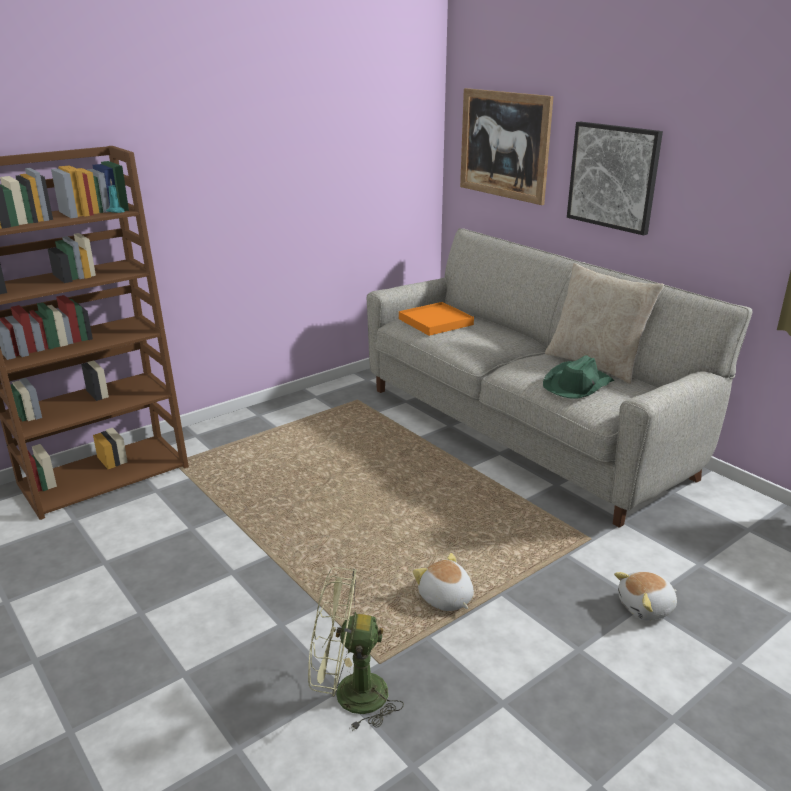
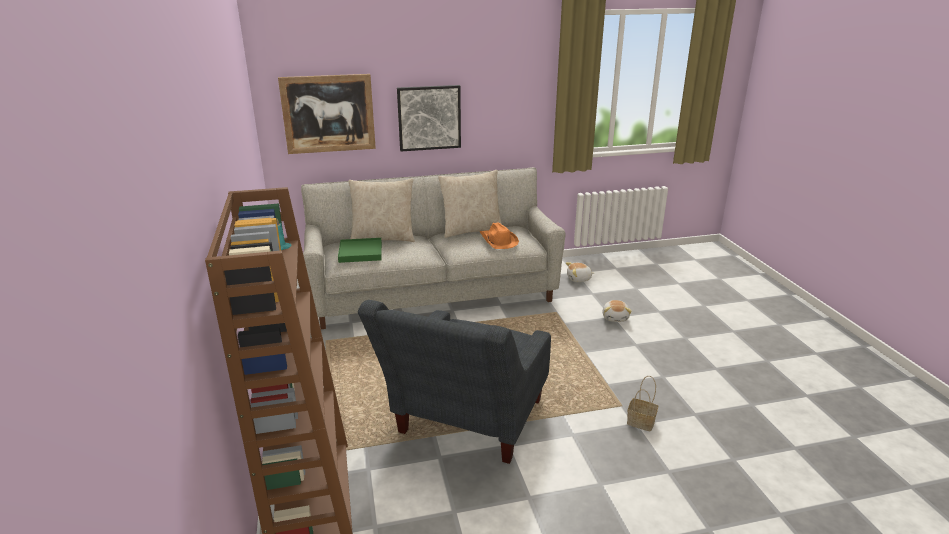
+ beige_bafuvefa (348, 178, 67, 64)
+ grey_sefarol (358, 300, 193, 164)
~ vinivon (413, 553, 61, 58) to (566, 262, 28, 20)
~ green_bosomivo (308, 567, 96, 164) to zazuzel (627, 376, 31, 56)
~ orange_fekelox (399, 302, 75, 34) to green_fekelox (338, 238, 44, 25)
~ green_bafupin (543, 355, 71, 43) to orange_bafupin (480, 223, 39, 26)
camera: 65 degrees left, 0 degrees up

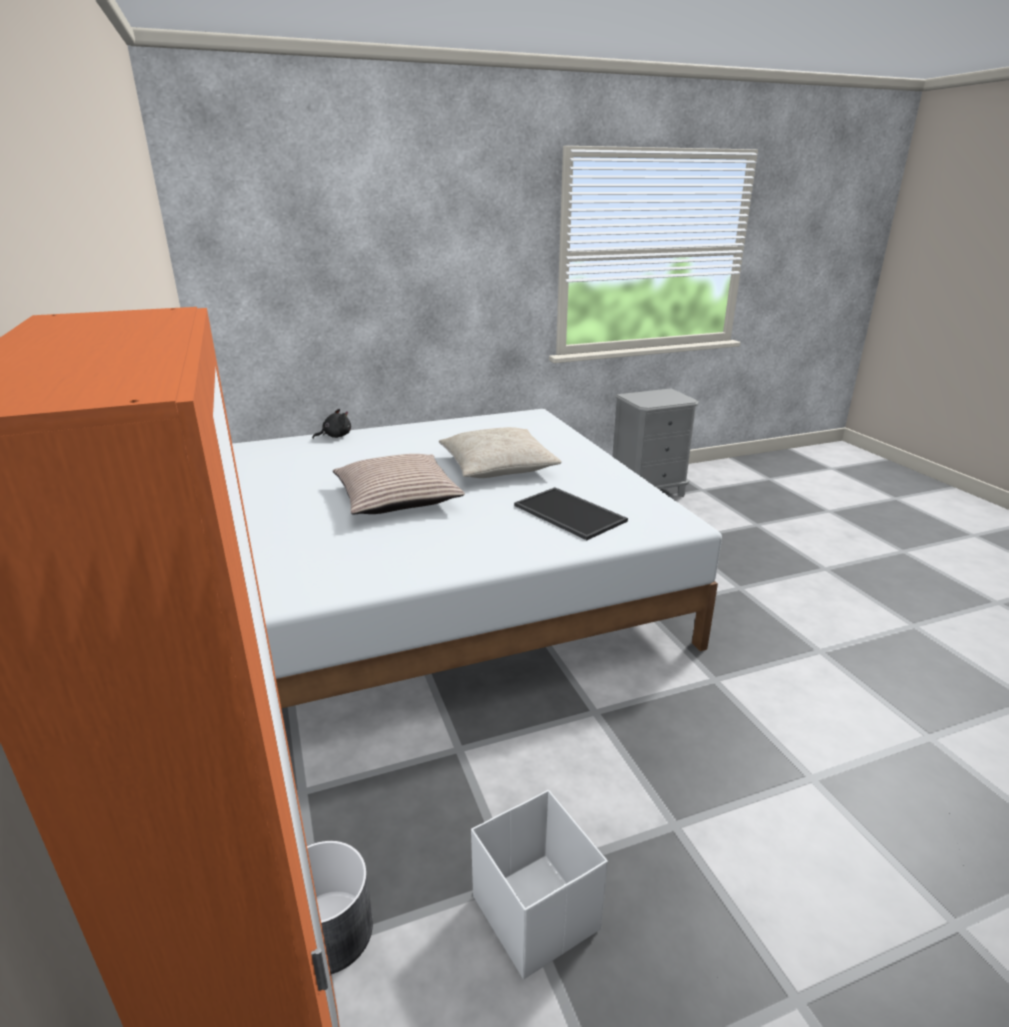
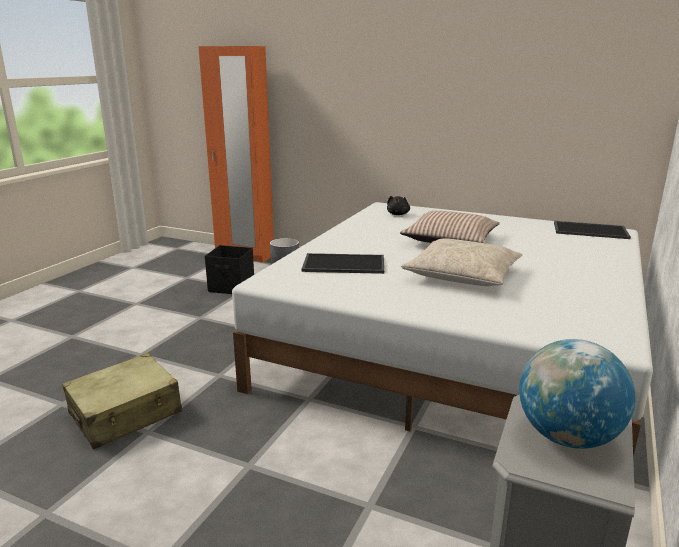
+ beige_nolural (62, 353, 120, 96)
+ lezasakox (519, 339, 116, 110)
+ fekelox (554, 221, 77, 18)
~ black_vinivon (312, 409, 39, 30) to (387, 196, 23, 19)
~ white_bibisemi (471, 790, 137, 189) to black_bibisemi (205, 245, 49, 49)
camera: 135 degrees right, 5 degrees down

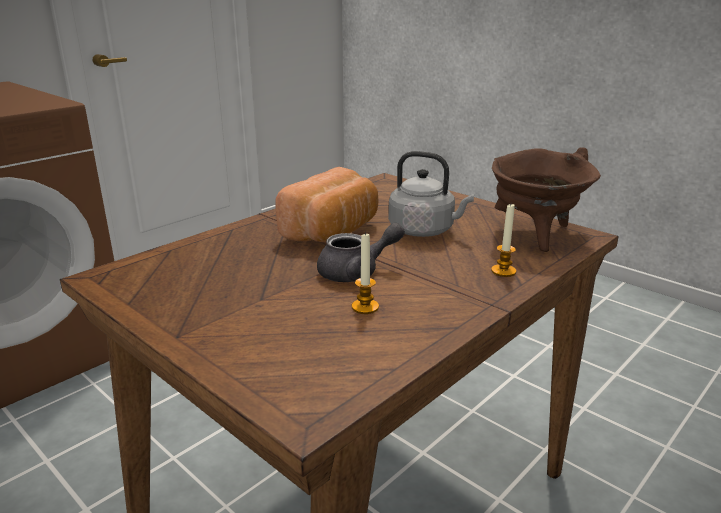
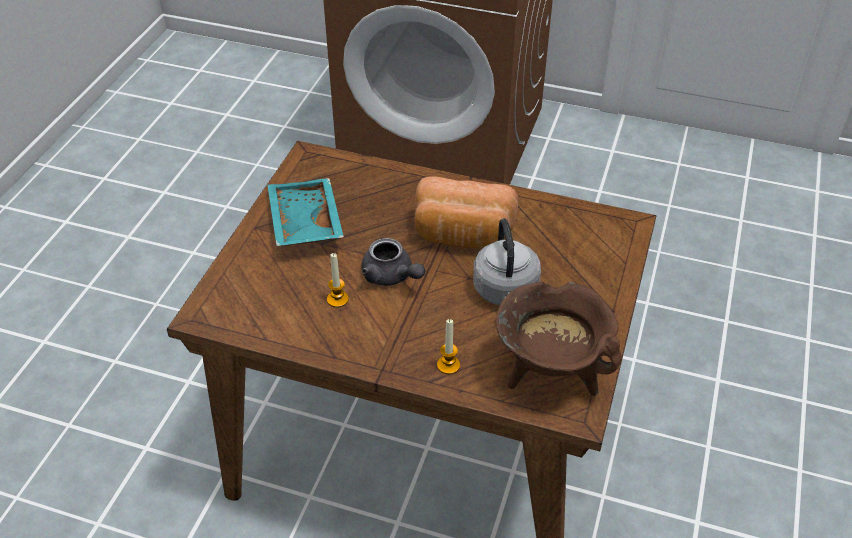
+ turquoise_fekelox (268, 178, 76, 68)
camera: 65 degrees right, 20 degrees up

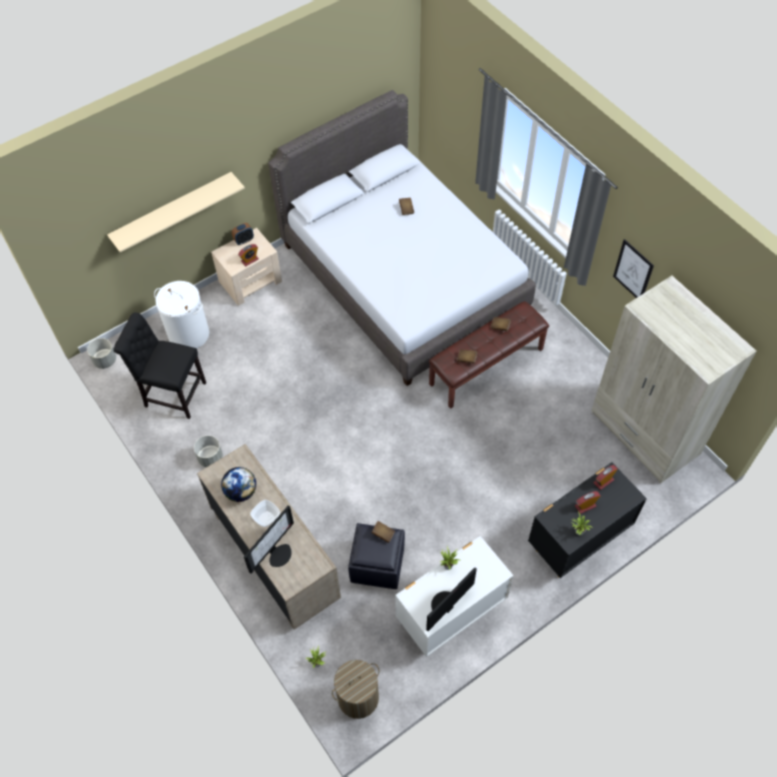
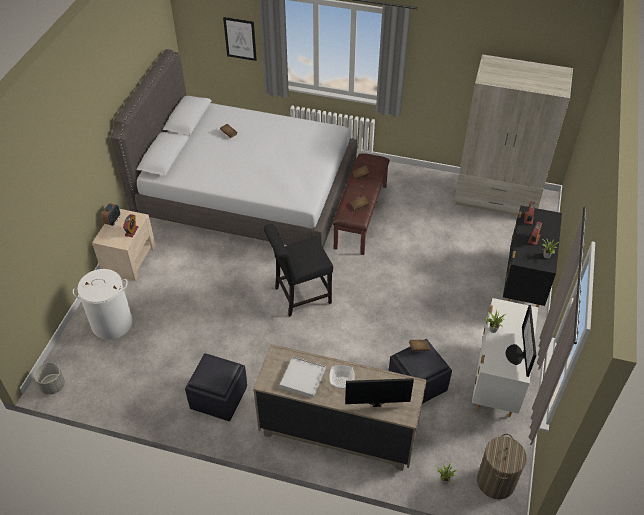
- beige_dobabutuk (107, 172, 138, 80)
~ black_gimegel (113, 312, 93, 107) to (264, 224, 69, 93)
~ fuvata (613, 239, 41, 59) to (223, 17, 34, 44)
~ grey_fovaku (194, 435, 29, 32) to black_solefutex (185, 353, 62, 68)
~ lezasakox (221, 467, 35, 35) to white_fekelox (280, 356, 46, 42)
~ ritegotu (244, 505, 50, 68) = (345, 378, 69, 29) 90 degrees counterclockwise
camera: 40 degrees left, 10 degrees down

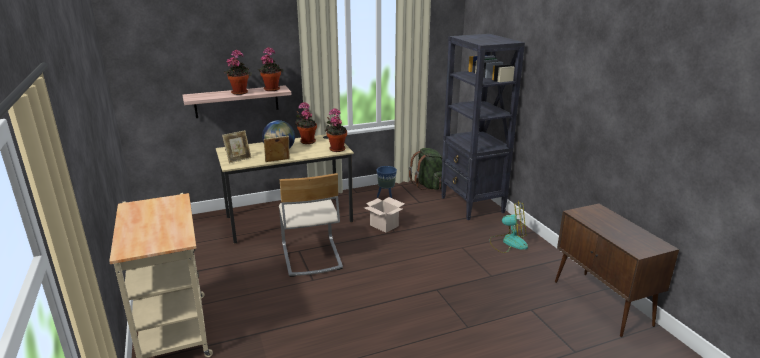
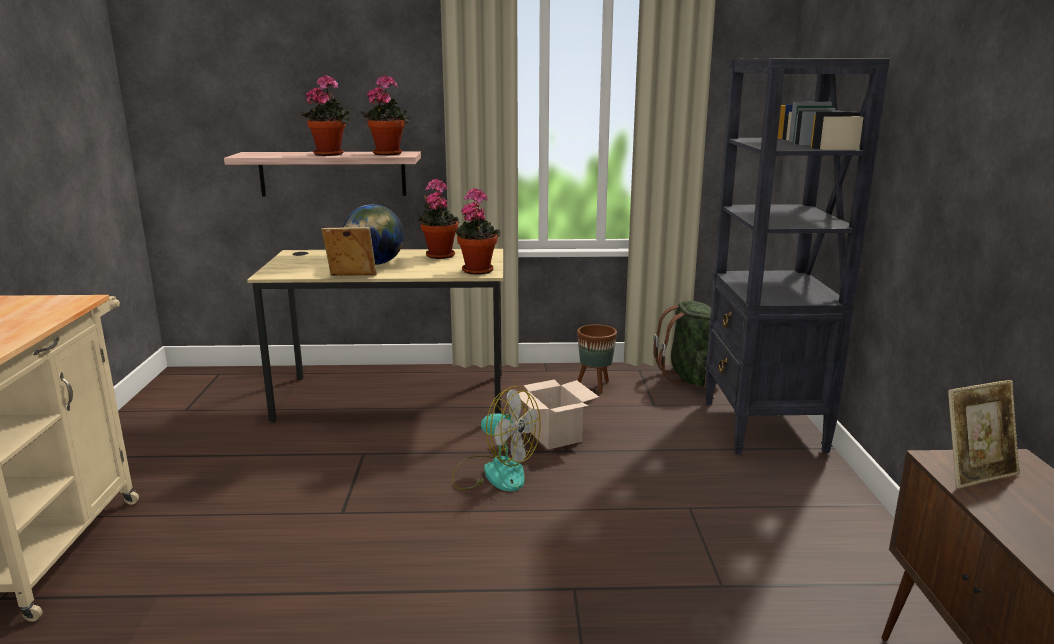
- beige_gimegel (279, 173, 64, 104)
~ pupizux (222, 130, 30, 34) to (948, 380, 72, 109)
~ bosomivo (490, 201, 38, 52) to (452, 386, 88, 106)
~ blue_fovaku (377, 166, 20, 32) to brown_fovaku (577, 324, 40, 70)
camera: 20 degrees right, 5 degrees down

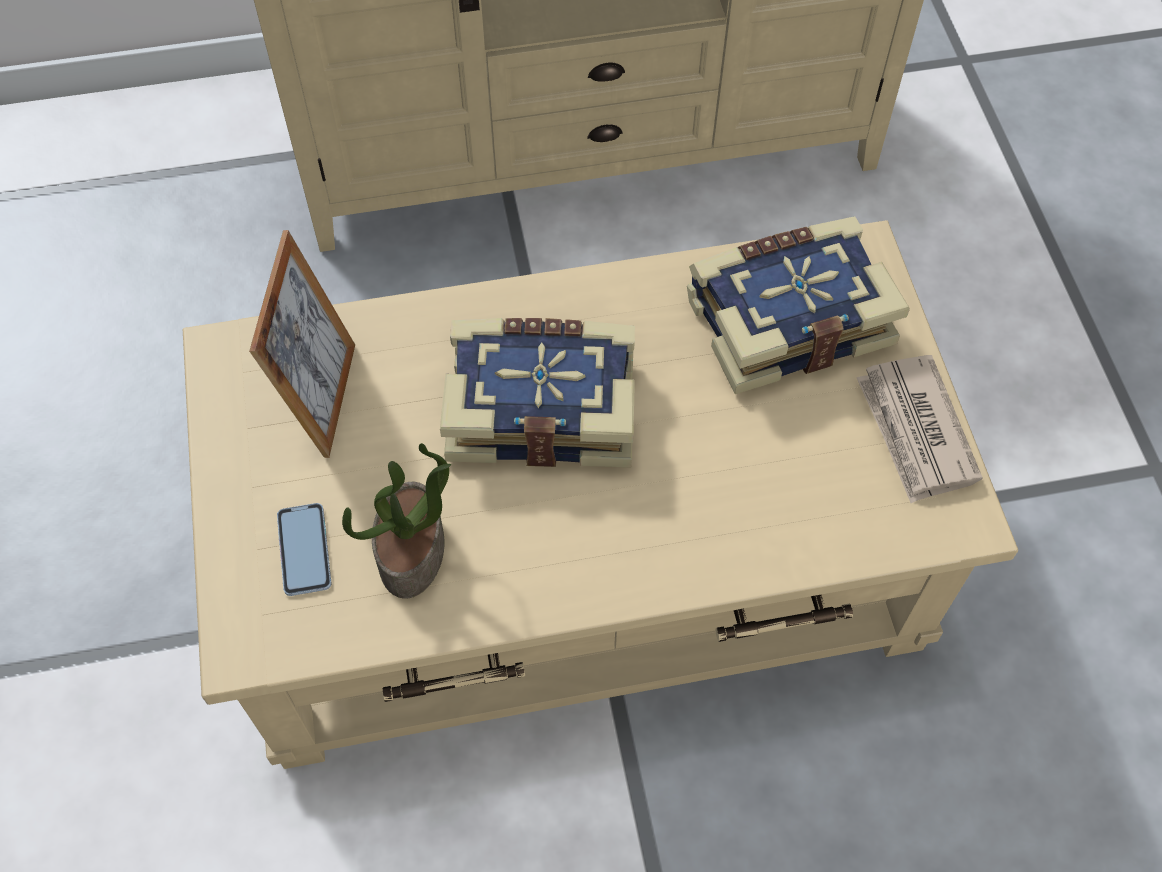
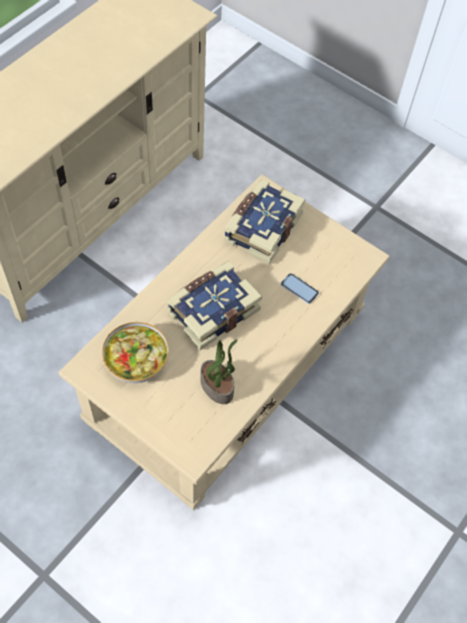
- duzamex (857, 355, 126, 148)
~ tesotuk (277, 503, 55, 93) to (281, 273, 38, 31)
~ pupizux (249, 230, 106, 228) to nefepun (102, 322, 67, 61)
camera: 45 degrees left, 0 degrees up

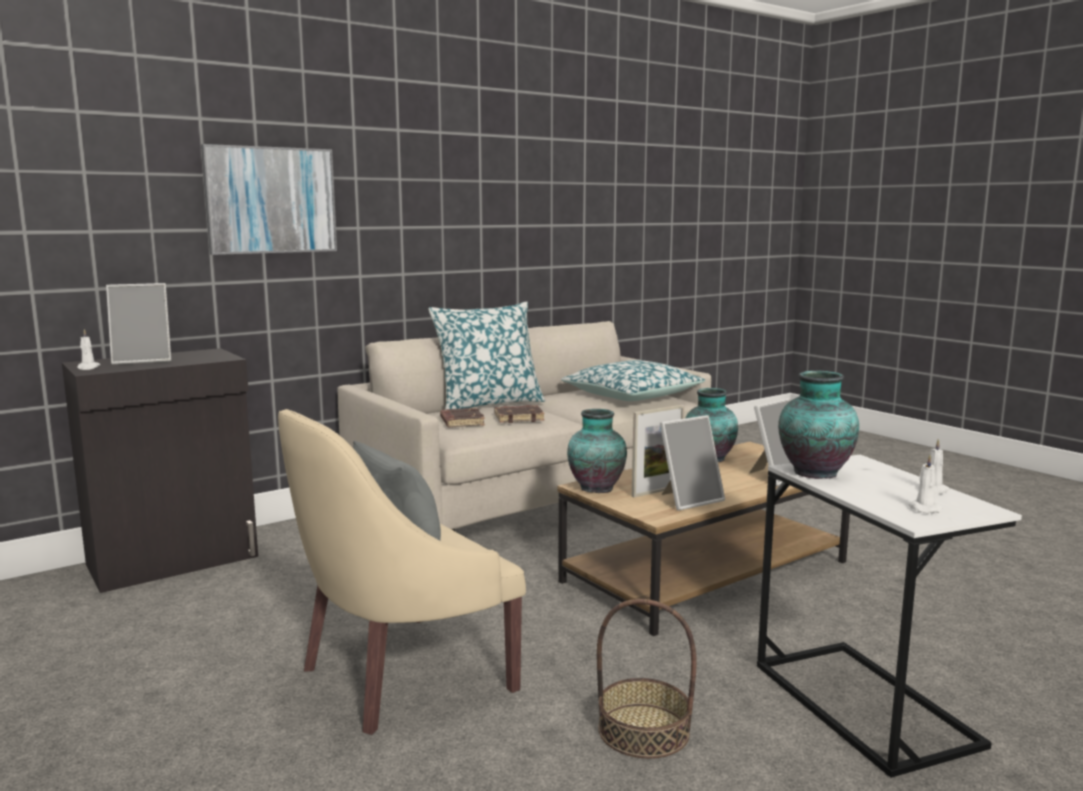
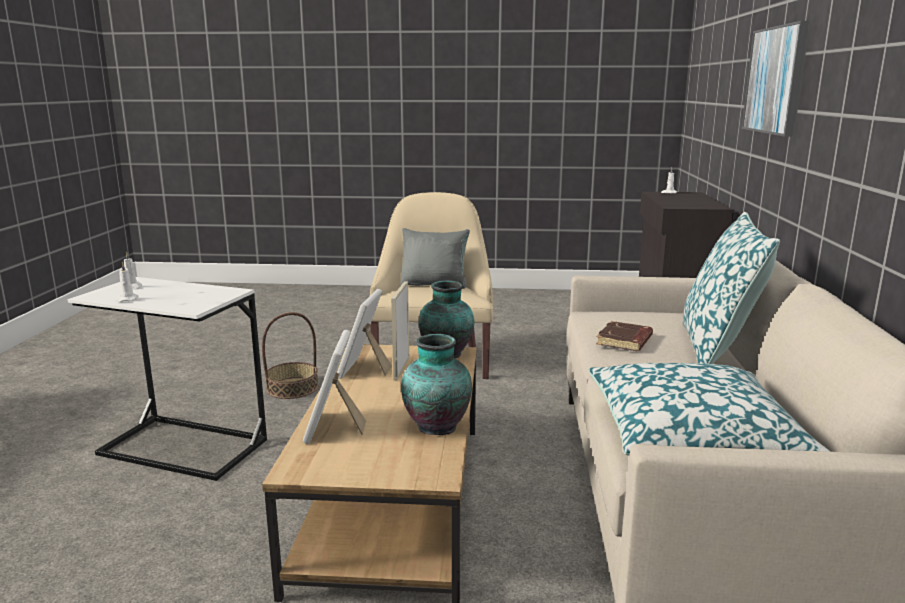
- pupizux (106, 283, 65, 82)
- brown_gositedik (440, 408, 45, 20)
- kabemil (778, 371, 81, 108)
camera: 130 degrees right, 5 degrees up

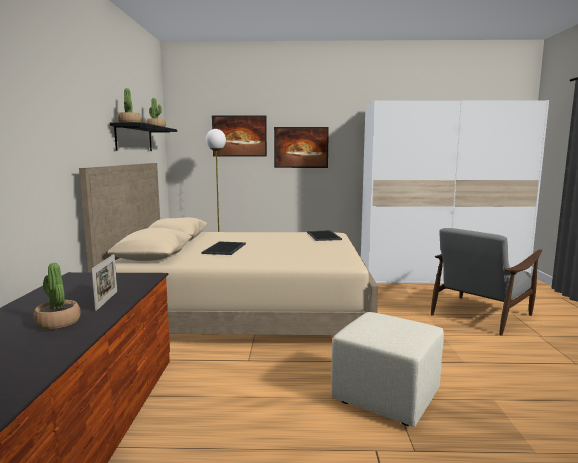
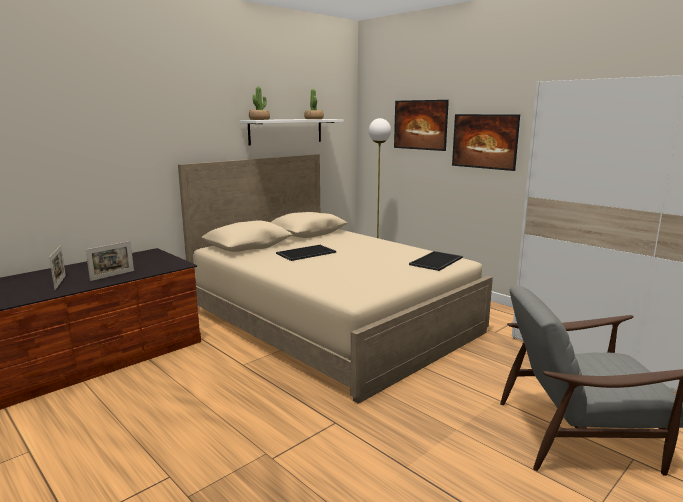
- beige_solefutex (331, 312, 113, 115)
~ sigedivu (33, 263, 48, 67) to pupizux (49, 245, 17, 45)
~ black_dobabutuk (110, 122, 67, 29) to white_dobabutuk (240, 119, 104, 27)
camera: 45 degrees right, 5 degrees up

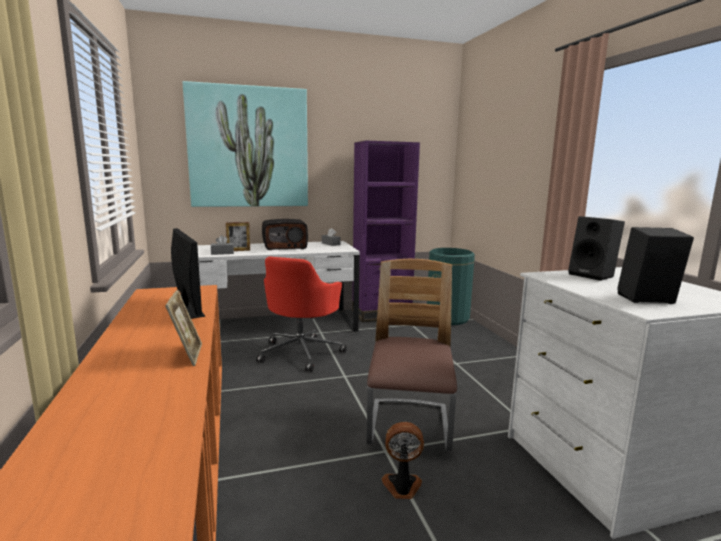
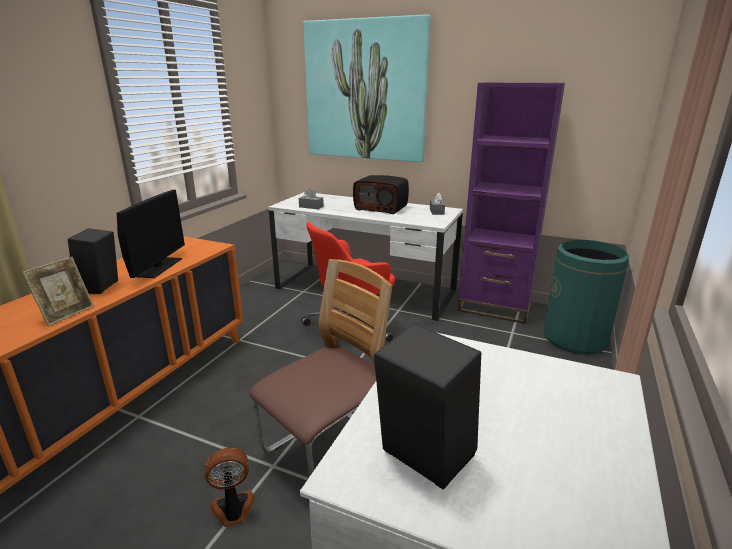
- pupizux (226, 222, 24, 29)
~ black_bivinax (568, 216, 57, 65) to (68, 228, 50, 66)
~ bosomivo (382, 422, 42, 77) = (205, 448, 50, 79) 60 degrees counterclockwise
camera: 40 degrees right, 10 degrees up

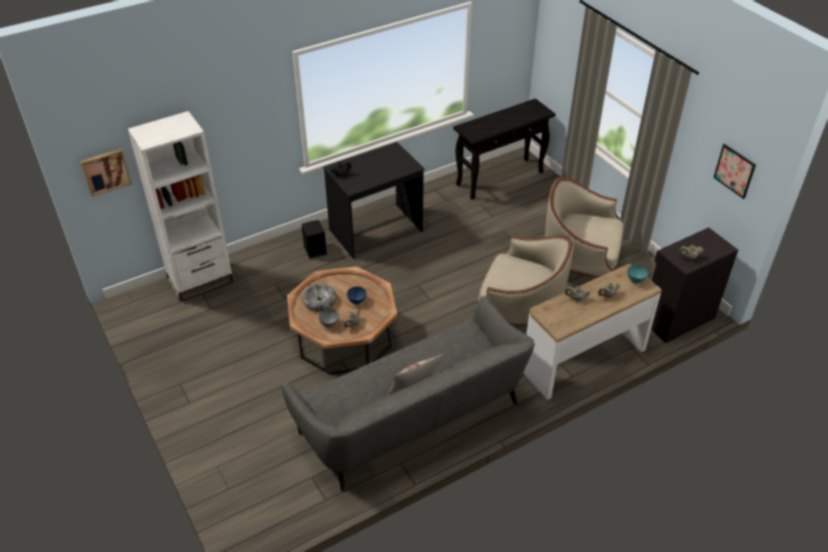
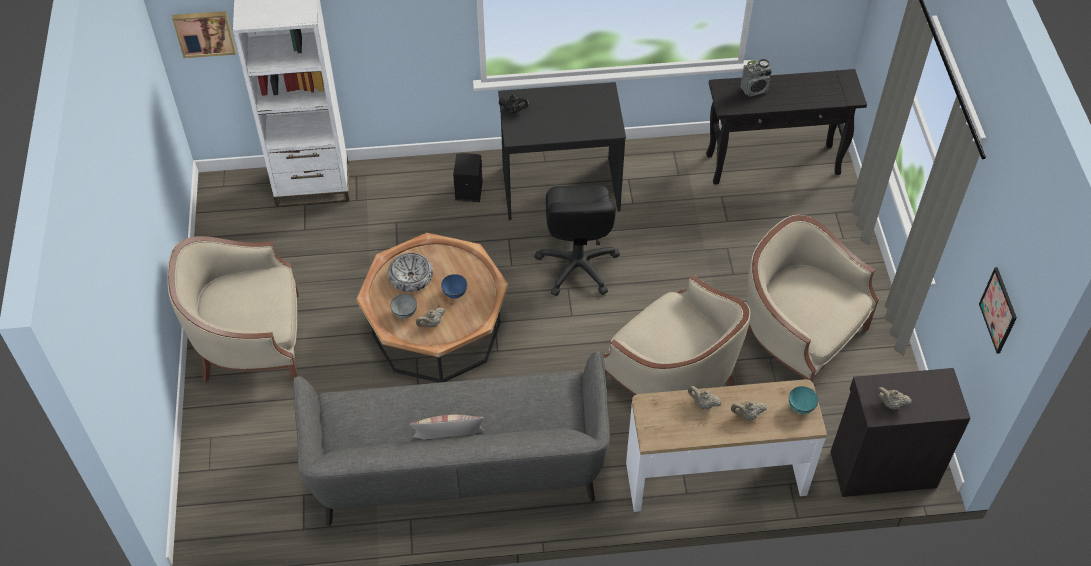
+ beige_sefarol (167, 236, 132, 147)
+ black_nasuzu (534, 185, 86, 111)
+ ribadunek (740, 59, 32, 37)
camera: 25 degrees right, 10 degrees up

